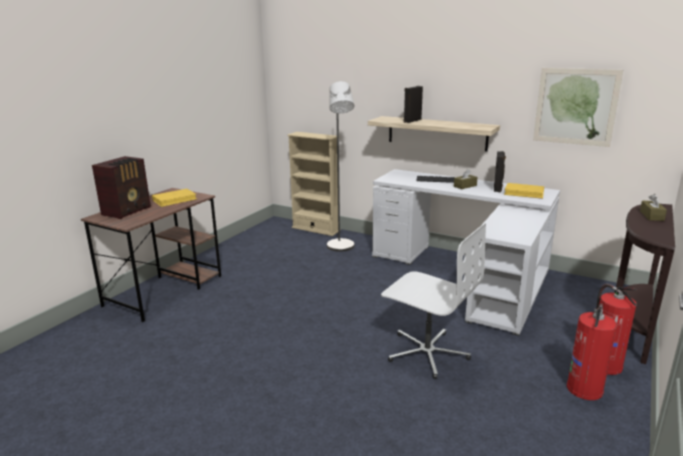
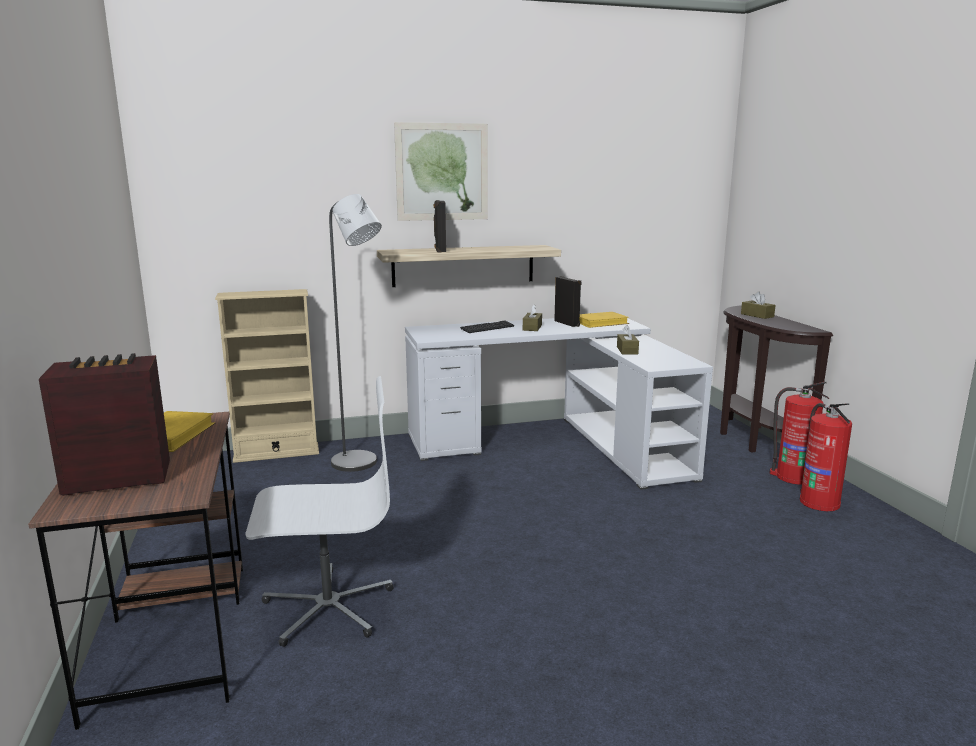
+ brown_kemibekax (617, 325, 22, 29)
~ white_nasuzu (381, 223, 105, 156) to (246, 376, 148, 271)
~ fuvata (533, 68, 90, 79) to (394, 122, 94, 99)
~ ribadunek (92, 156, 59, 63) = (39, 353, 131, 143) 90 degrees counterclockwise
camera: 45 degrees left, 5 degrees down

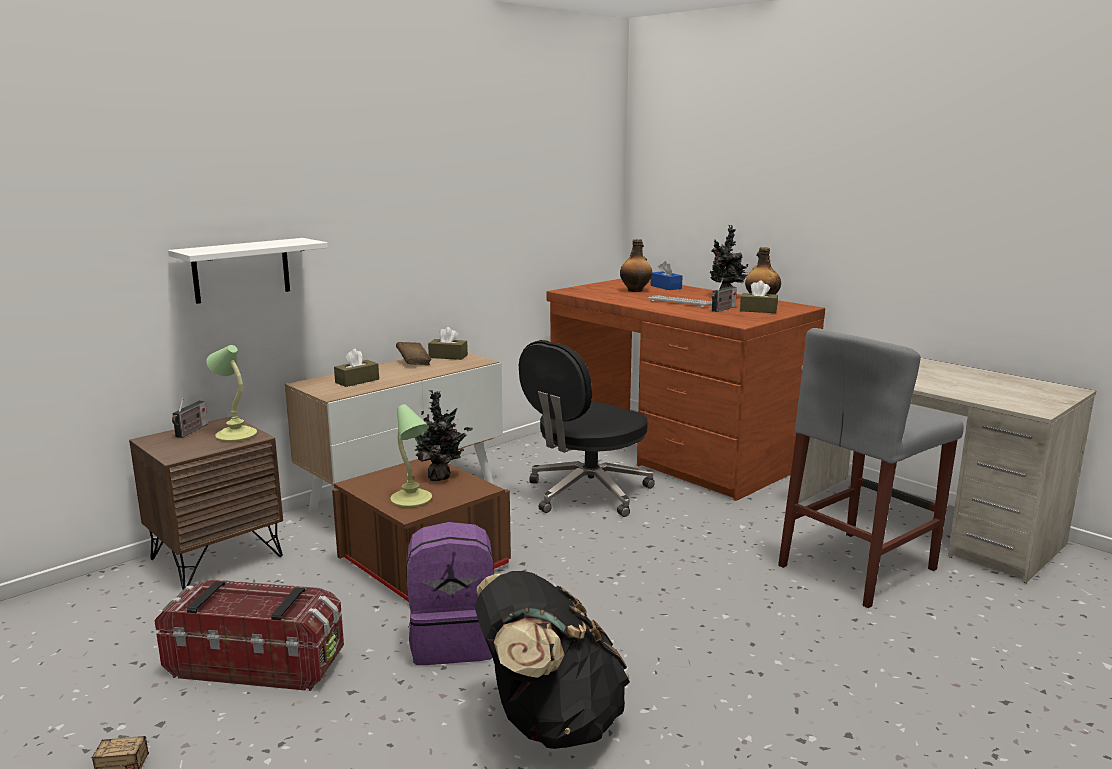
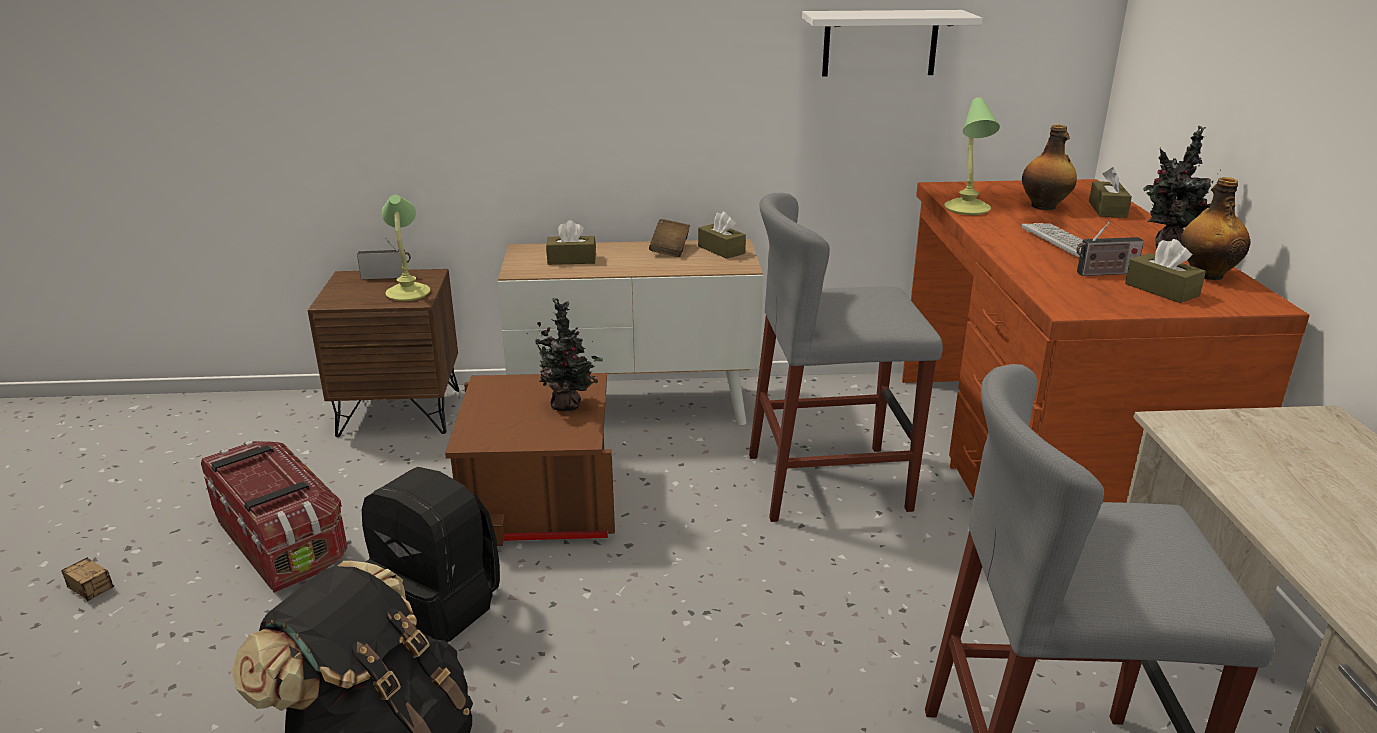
~ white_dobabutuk (168, 238, 160, 66) to (802, 10, 180, 66)
~ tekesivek (390, 404, 42, 103) to (944, 98, 56, 117)
~ black_nasuzu (519, 340, 136, 177) to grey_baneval (749, 192, 194, 330)
~ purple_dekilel (407, 522, 87, 143) to black_dekilel (362, 467, 138, 176)
~ blue_kemibekax (651, 261, 32, 29) to brown_kemibekax (1089, 167, 43, 51)
~ ribadunek (172, 396, 36, 42) = (357, 238, 54, 42) 150 degrees counterclockwise
camera: 40 degrees right, 10 degrees up

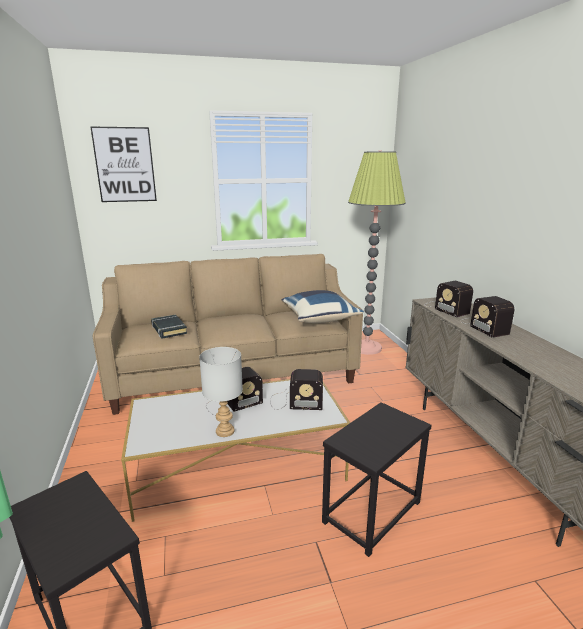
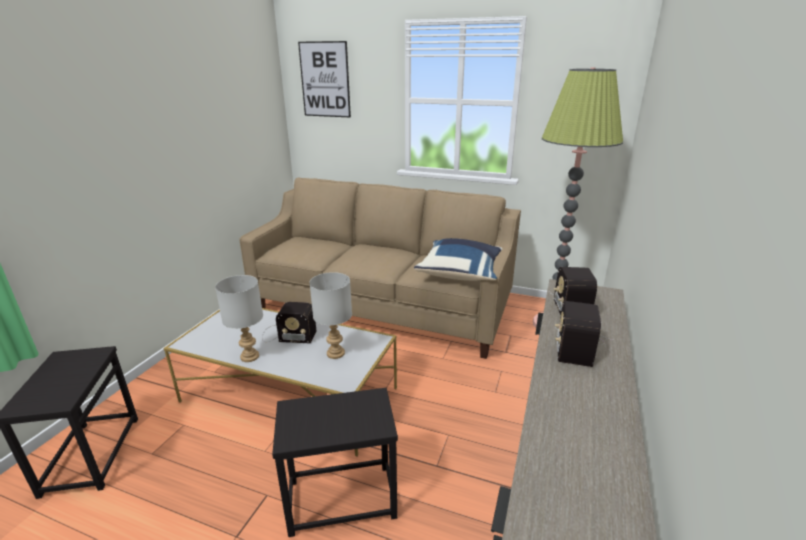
- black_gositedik (151, 314, 36, 25)
~ ribadunek (270, 369, 53, 41) to grey_tekesivek (309, 272, 43, 87)
camera: 35 degrees right, 5 degrees up

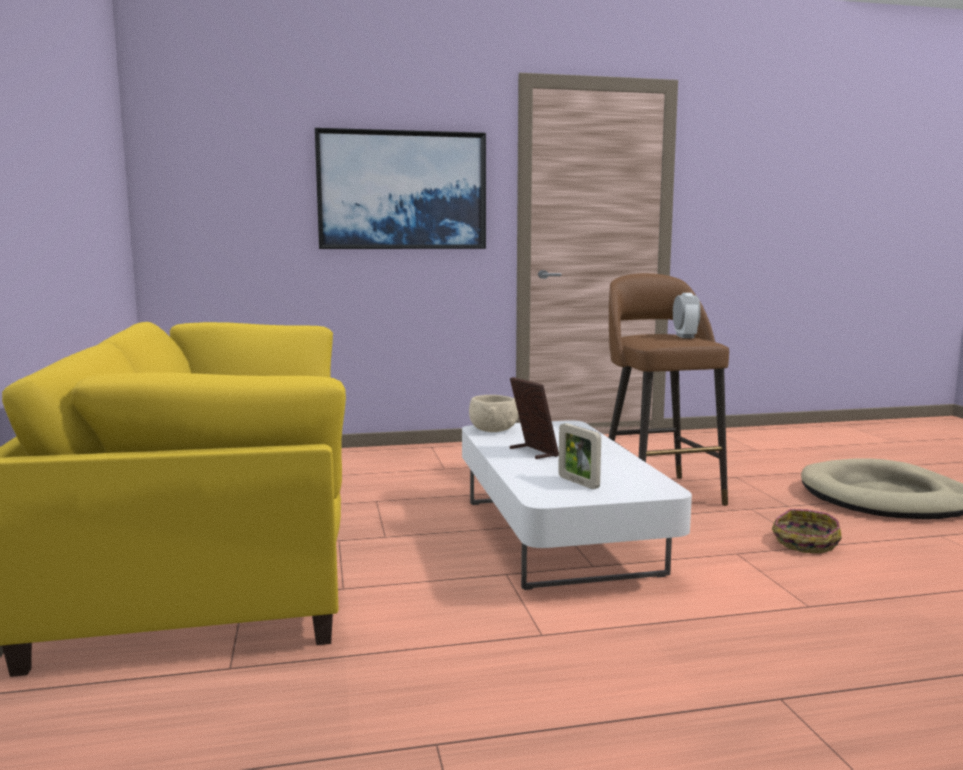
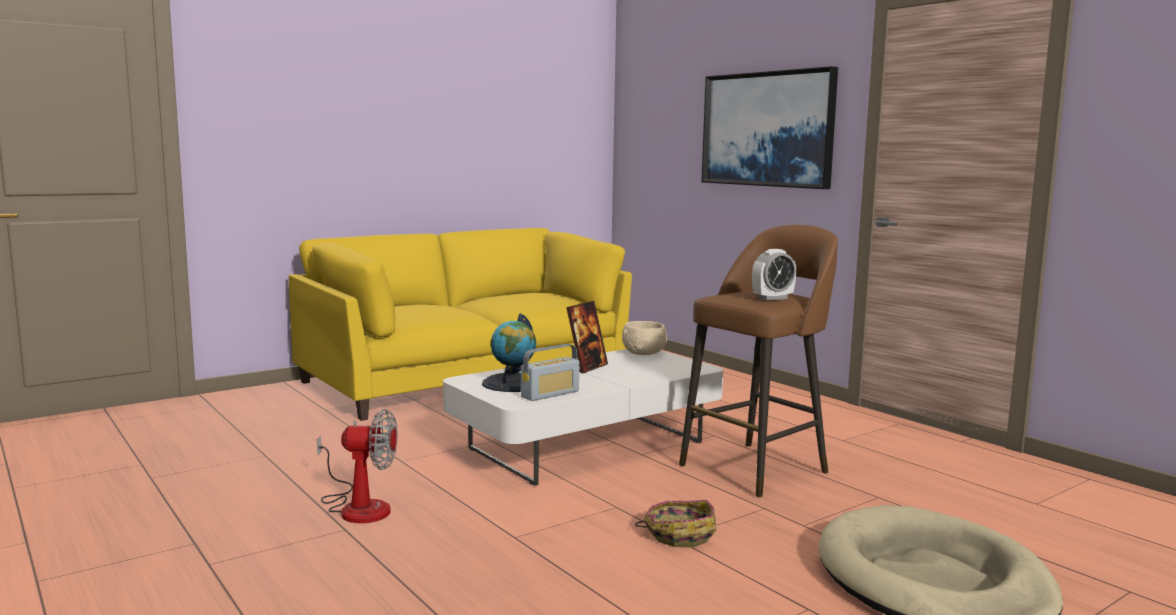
+ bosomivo (317, 409, 80, 114)
+ ribadunek (521, 344, 58, 57)
~ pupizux (558, 423, 43, 66) to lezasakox (482, 313, 54, 79)
camera: 65 degrees right, 0 degrees up

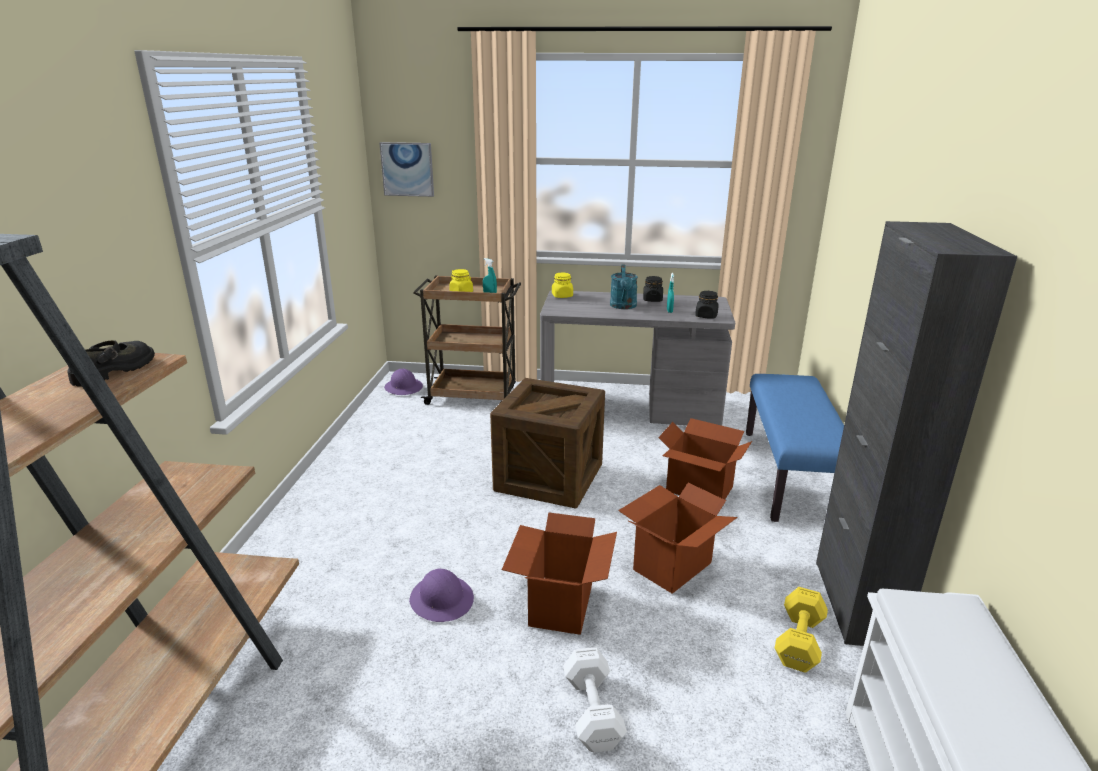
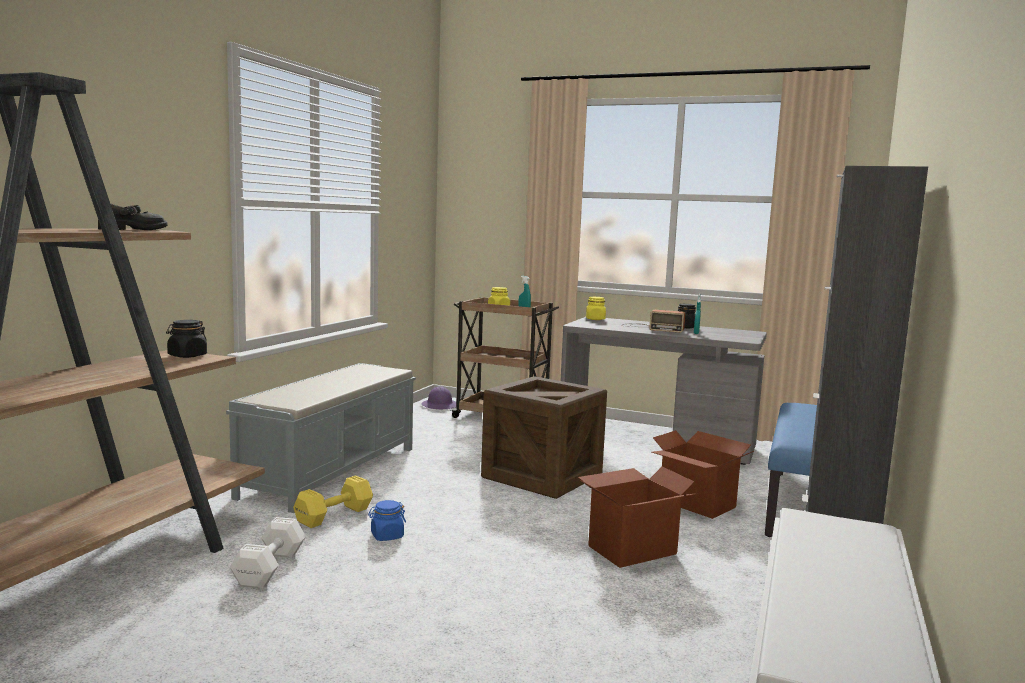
- fuvata (379, 142, 55, 55)
- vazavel (502, 512, 115, 123)
+ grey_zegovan (226, 363, 190, 150)
~ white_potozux (563, 647, 64, 106) to (230, 517, 76, 72)
~ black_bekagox (695, 291, 24, 28) to (166, 320, 41, 38)
~ yellow_potozux (775, 587, 53, 86) to (293, 475, 80, 53)
~ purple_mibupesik (409, 568, 65, 54) to blue_bekagox (368, 500, 38, 41)
~ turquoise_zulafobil (610, 265, 28, 44) to ribadunek (622, 310, 63, 23)
camera: 15 degrees right, 15 degrees down

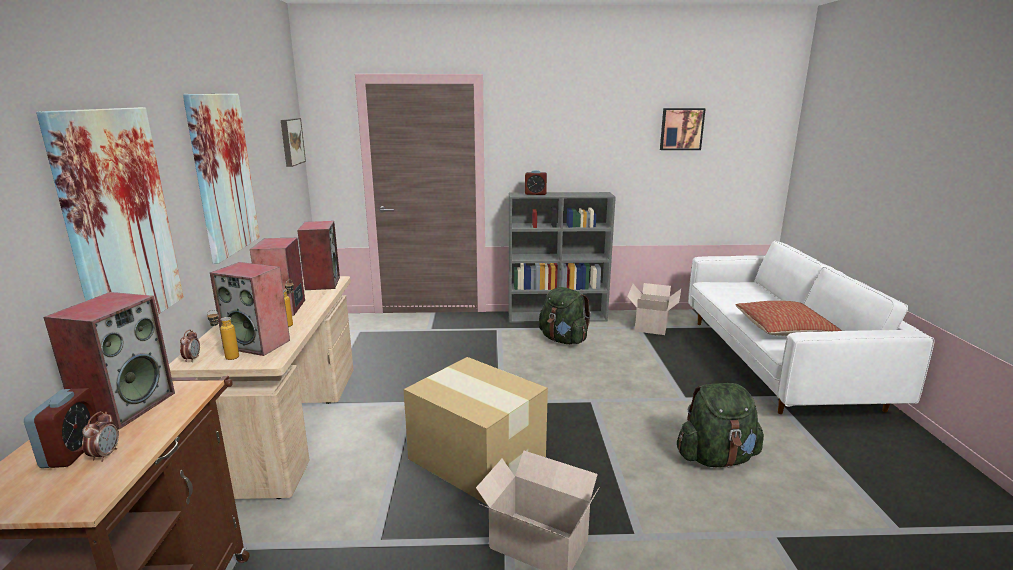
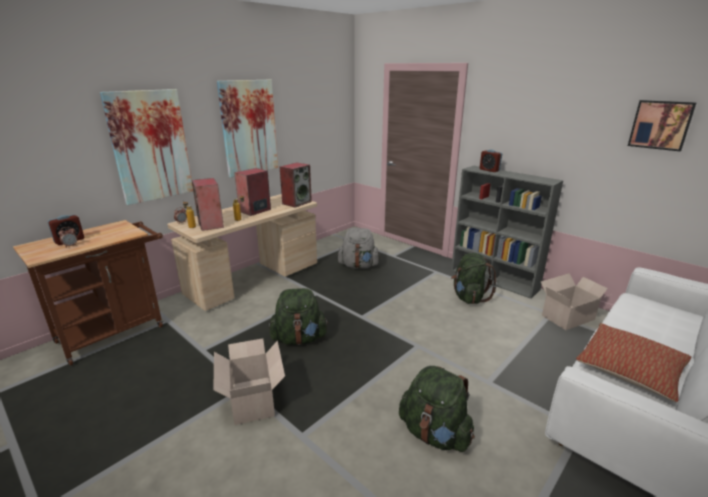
- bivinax (43, 292, 132, 137)
- fuvata (281, 118, 25, 49)
+ grey_dekilel (338, 228, 42, 41)
~ vazavel (403, 357, 145, 148) to green_dekilel (269, 288, 60, 57)
camera: 45 degrees right, 5 degrees up

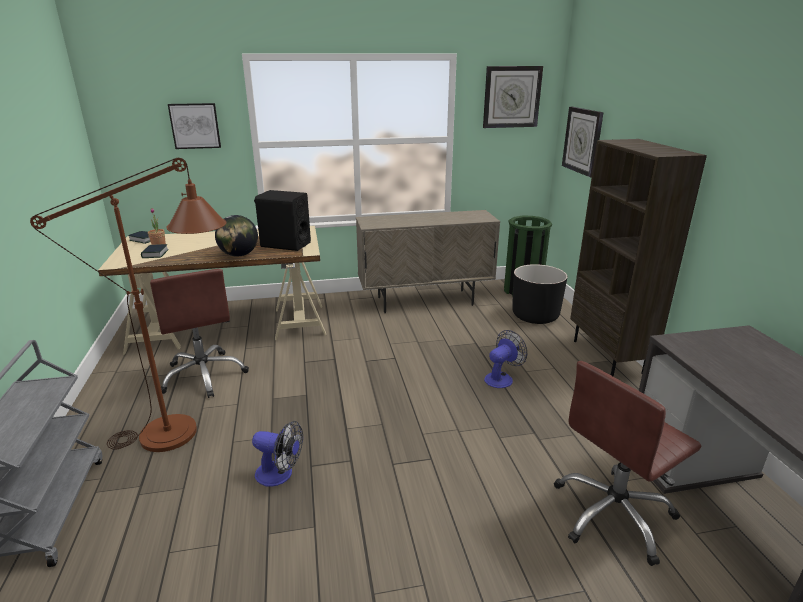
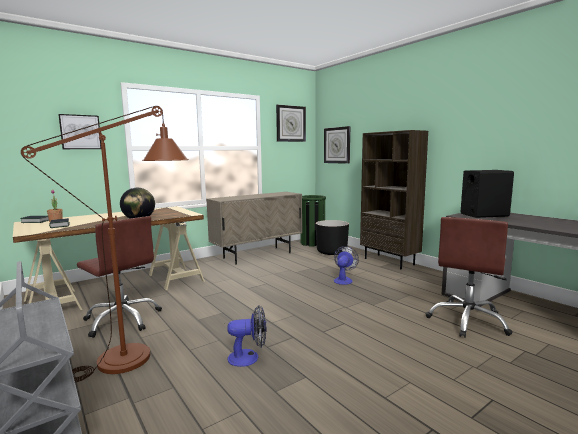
~ black_bivinax (254, 190, 57, 61) to (461, 170, 53, 48)
camera: 25 degrees left, 15 degrees down

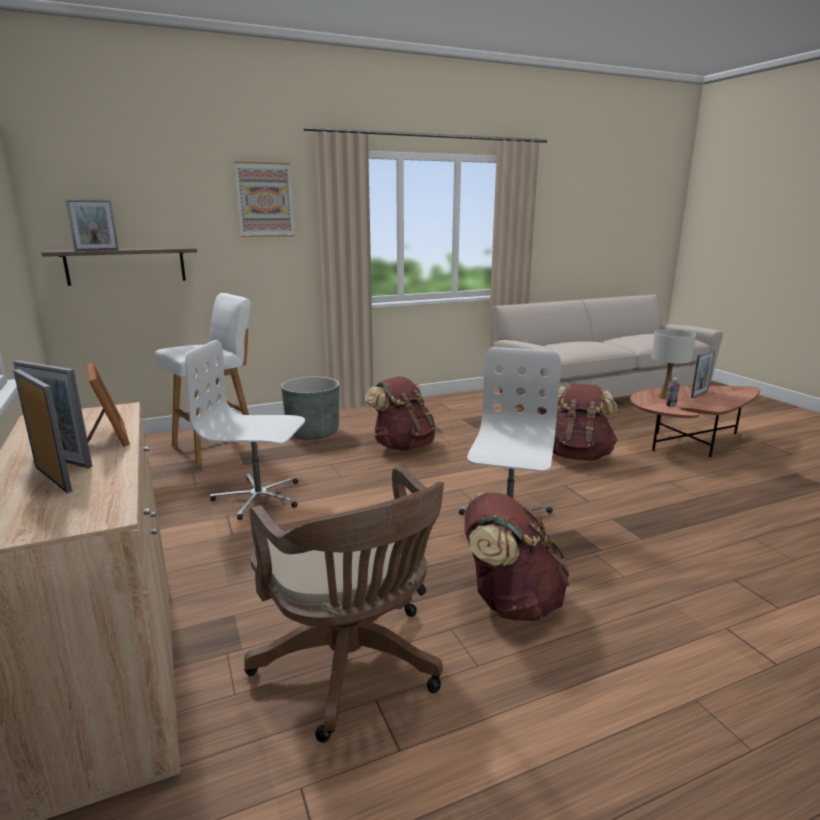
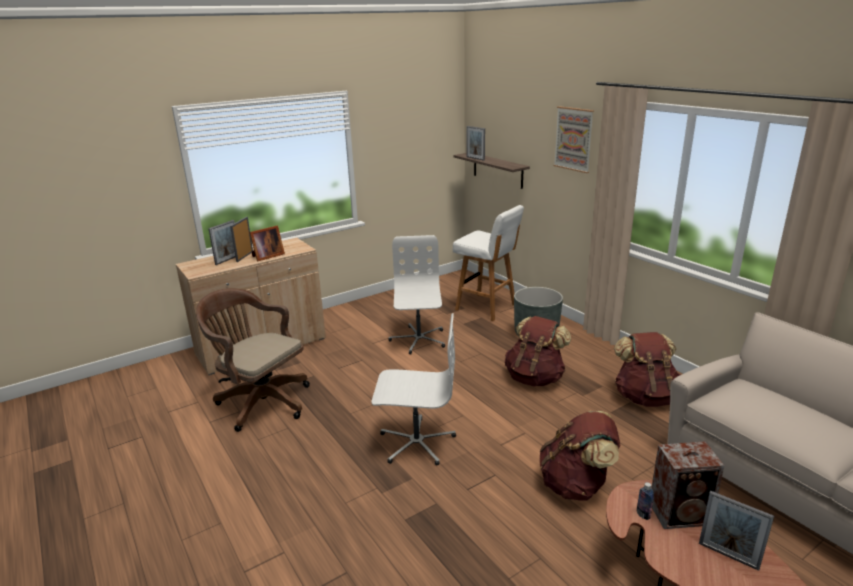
~ brown_dekilel (464, 492, 106, 129) to (614, 332, 66, 75)
~ white_tekesivek (652, 329, 44, 70) to bivinax (651, 441, 73, 88)
~ brown_nasuzu (244, 467, 200, 276) = (196, 288, 114, 144) 75 degrees clockwise
camera: 80 degrees right, 5 degrees up

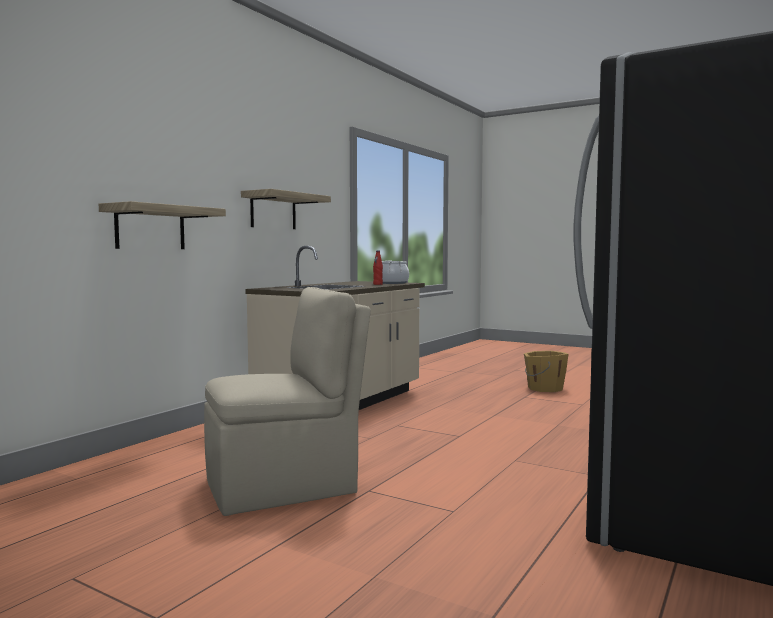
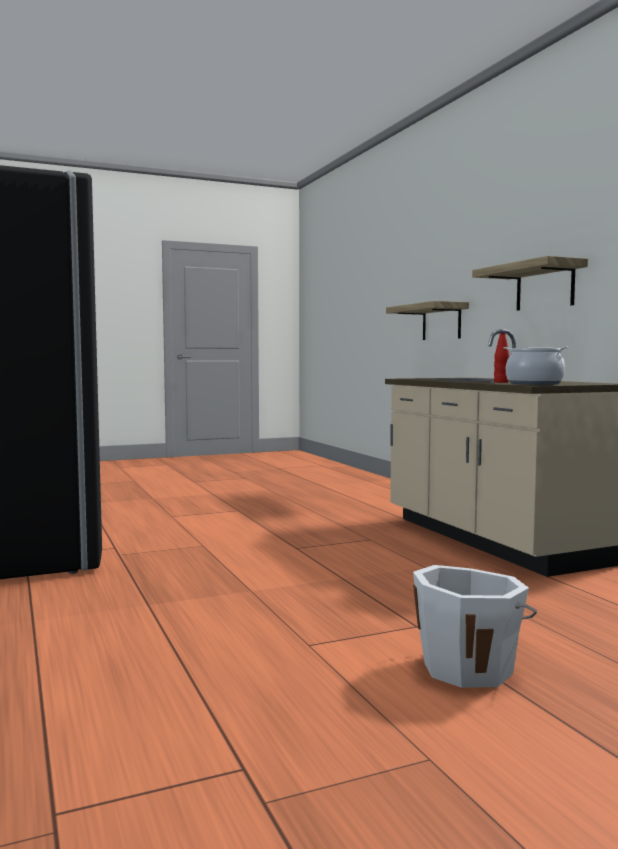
- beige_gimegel (204, 287, 167, 229)
~ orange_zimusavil (524, 351, 45, 41) to white_zimusavil (413, 565, 124, 123)
camera: 125 degrees right, 0 degrees up

